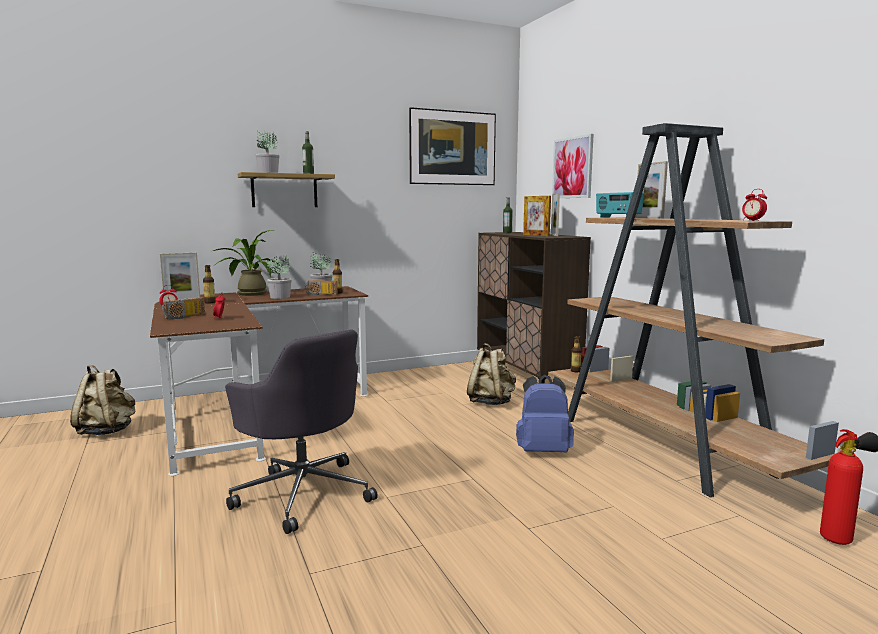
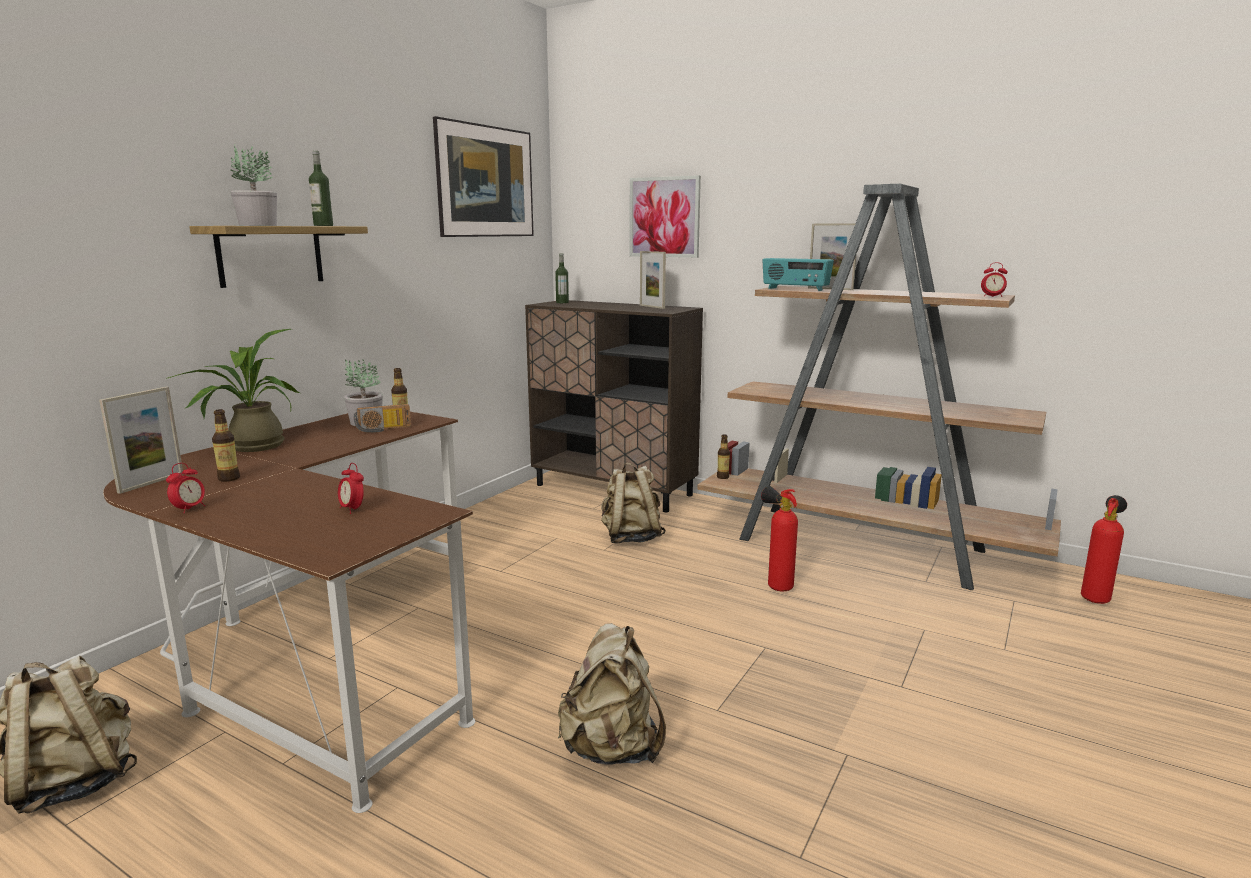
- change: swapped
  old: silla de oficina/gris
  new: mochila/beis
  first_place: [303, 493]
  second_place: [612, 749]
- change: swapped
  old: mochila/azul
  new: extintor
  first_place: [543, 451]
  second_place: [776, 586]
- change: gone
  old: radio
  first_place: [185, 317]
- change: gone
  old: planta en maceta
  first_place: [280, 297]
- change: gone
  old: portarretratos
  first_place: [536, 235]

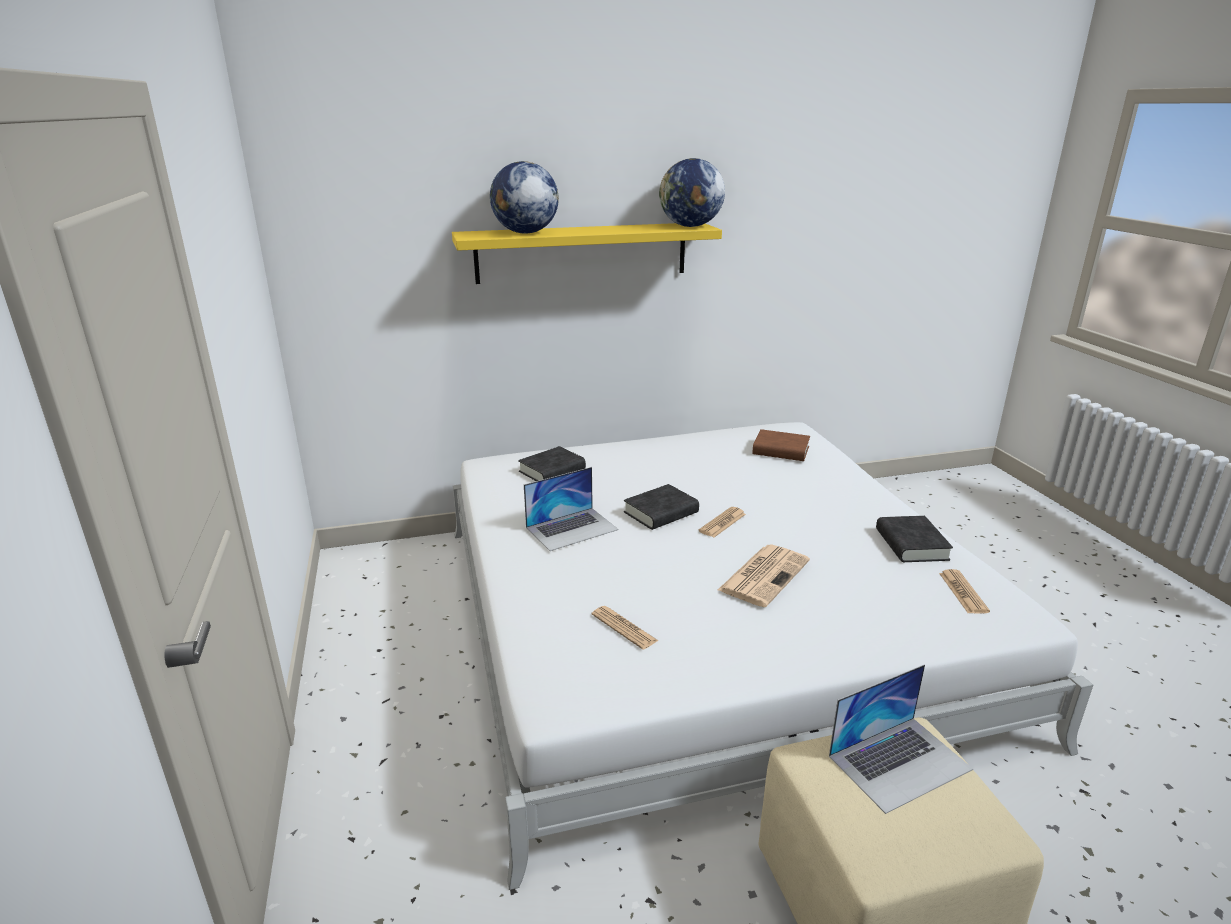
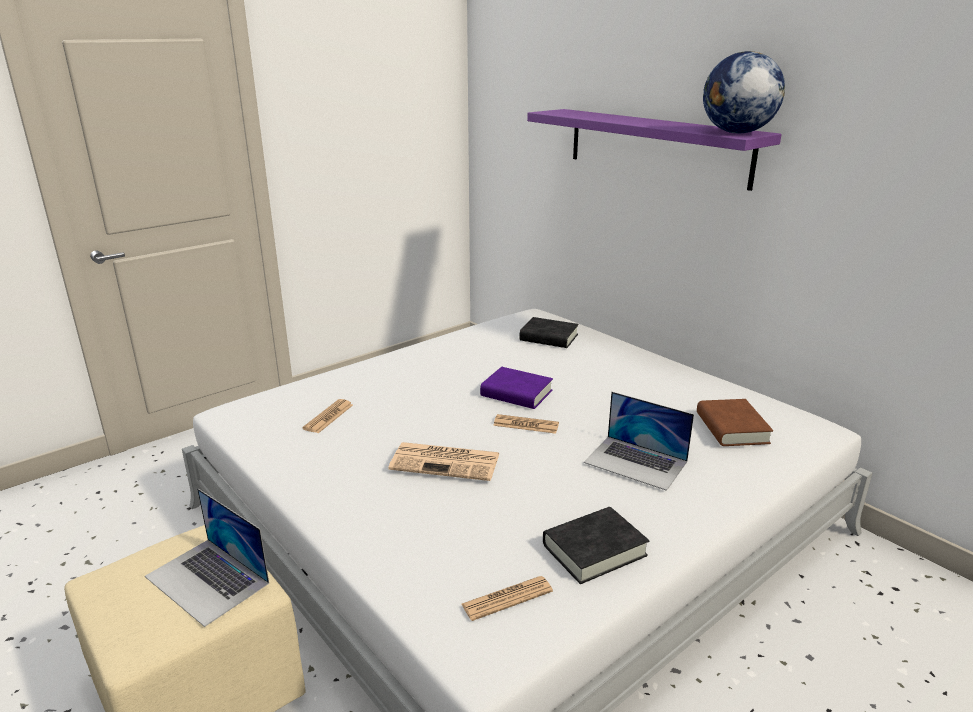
- change: repainted
  old: libro/negro
  new: libro/morado
  first_place: [661, 512]
  second_place: [516, 393]
- change: repainted
  old: estante/amarillo
  new: estante/morado
  first_place: [582, 252]
  second_place: [656, 146]
- change: shifted
  old: portátil
  first_place: [572, 528]
  second_place: [636, 462]
- change: gone
  old: globo terráqueo
  first_place: [525, 233]

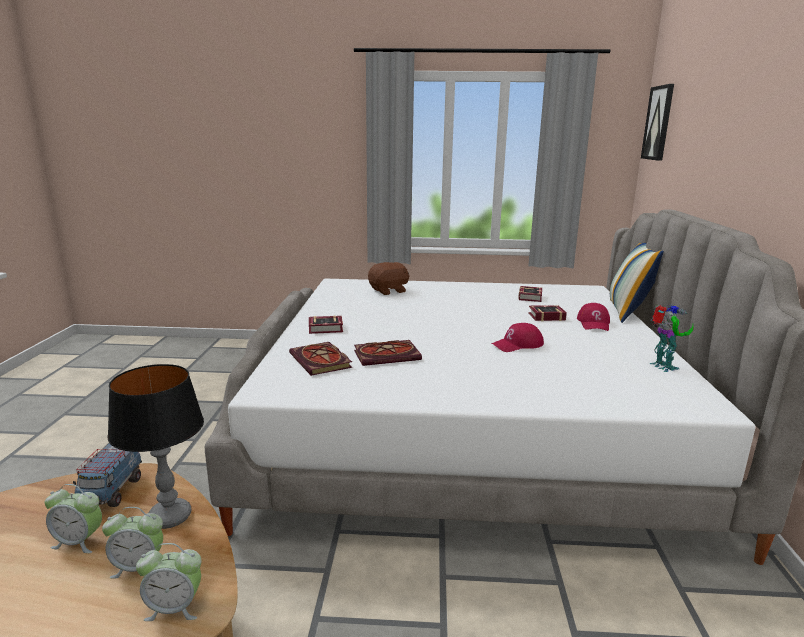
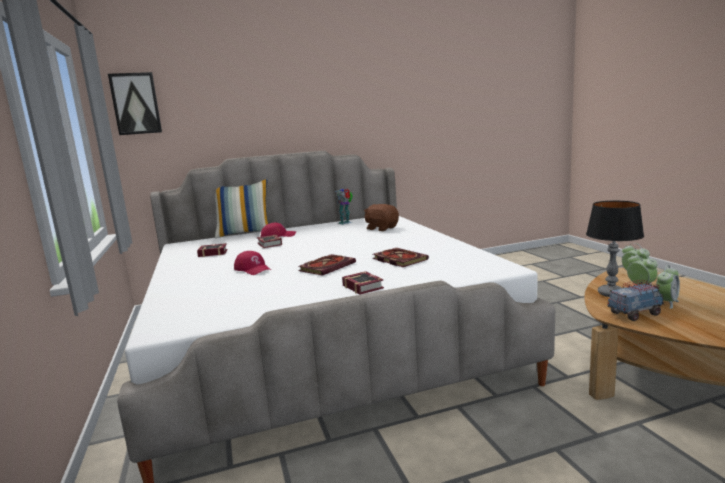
- change: shifted
  old: gorra/rojo
  first_place: [517, 345]
  second_place: [253, 269]
- change: shifted
  old: libro
  first_place: [322, 361]
  second_place: [327, 266]
- change: shifted
  old: peluche/marrón
  first_place: [389, 291]
  second_place: [382, 228]
- change: rotated
  old: despertador
  first_place: [79, 542]
  second_place: [666, 303]
  degrees: 60

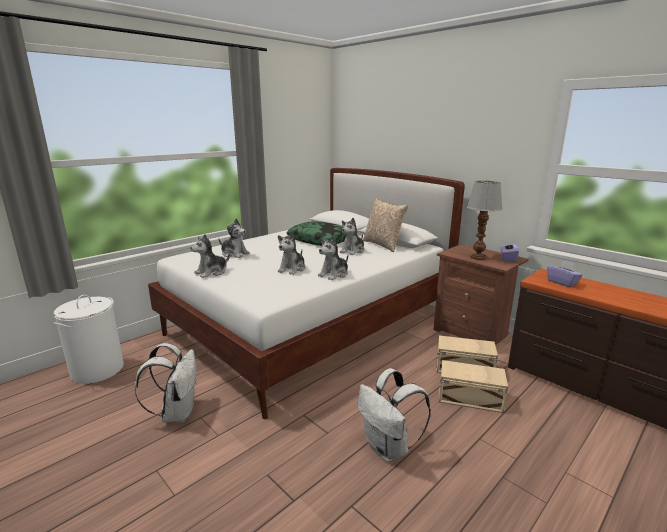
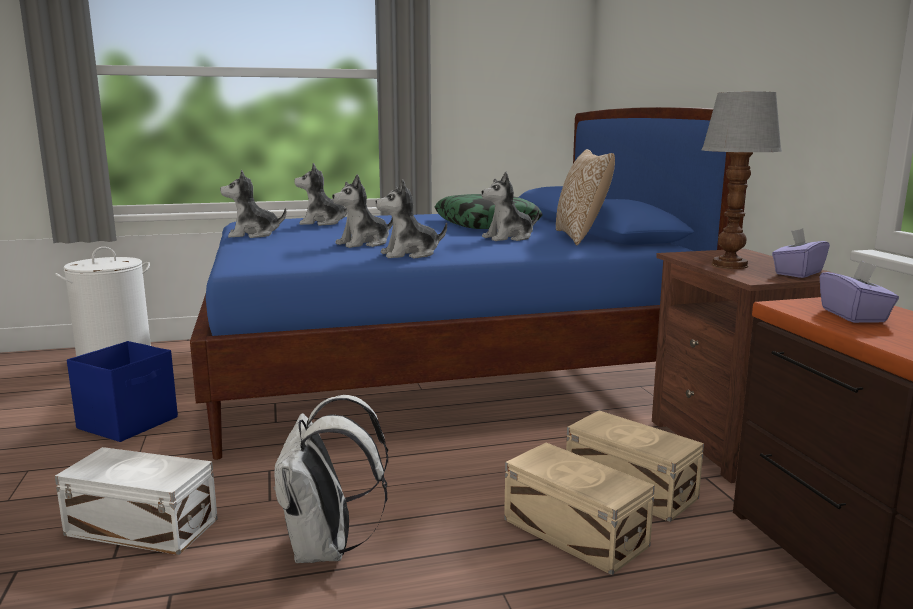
- change: new
  new: caja de almacenaje/blanco
  second_place: [141, 526]
- change: swapped
  old: mochila/blanco
  new: caja de almacenaje/azul
  first_place: [177, 413]
  second_place: [129, 423]
- change: repainted
  old: cama/blanco
  new: cama/azul
  first_place: [311, 324]
  second_place: [442, 370]
- change: rotated
  old: peluche
  first_place: [234, 254]
  second_place: [322, 223]
  degrees: 120

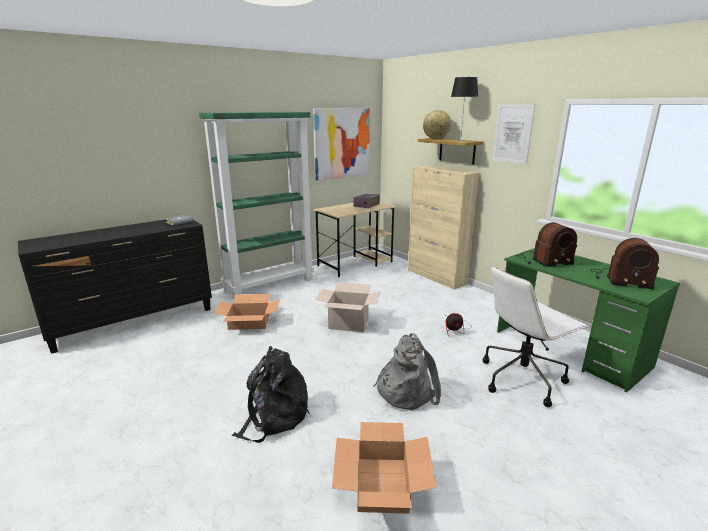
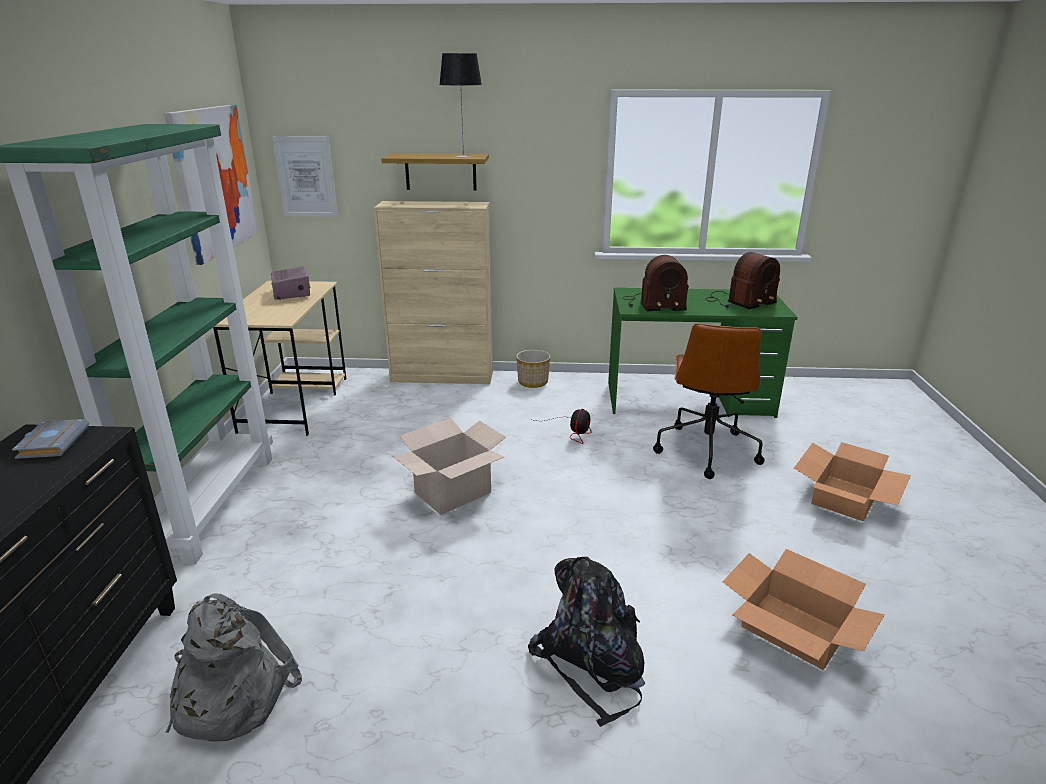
- change: shifted
  old: mochila/gris
  first_place: [406, 390]
  second_place: [230, 694]
- change: shifted
  old: cuadro
  first_place: [512, 133]
  second_place: [306, 177]
- change: new
  new: maceta
  second_place: [532, 382]
- change: rotated
  old: radio
  first_place: [542, 260]
  second_place: [653, 304]
  degrees: 60
- change: repainted
  old: silla de oficina/blanco
  new: silla de oficina/marrón
  first_place: [522, 378]
  second_place: [706, 450]
- change: shifted
  old: caja de cartón
  first_place: [249, 322]
  second_place: [845, 497]
- change: gone
  old: globo terráqueo
  first_place: [436, 139]

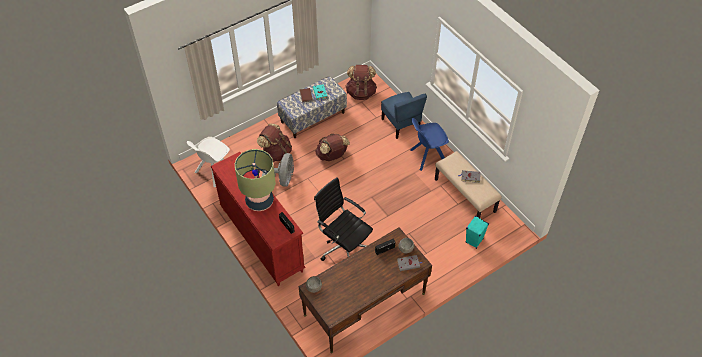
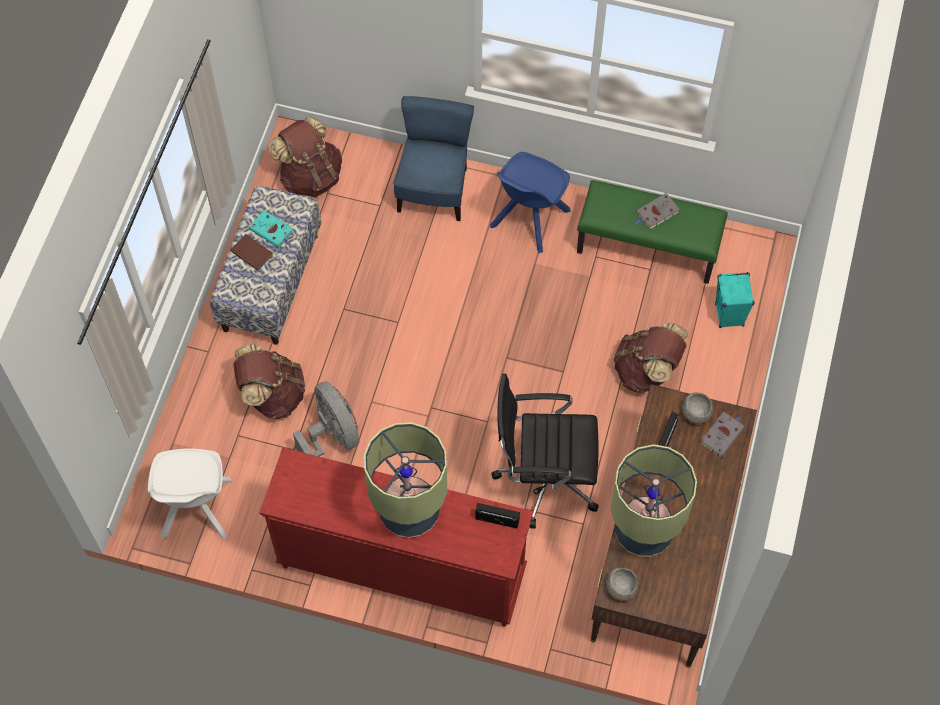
- change: rotated
  old: silla/azul
  first_place: [401, 124]
  second_place: [434, 190]
  degrees: -105
- change: repainted
  old: banco/beis
  new: banco/verde
  first_place: [465, 195]
  second_place: [648, 246]
- change: new
  new: lámpara de mesa
  second_place: [644, 531]
- change: shifted
  old: mochila/marrón
  first_place: [332, 156]
  second_place: [647, 371]

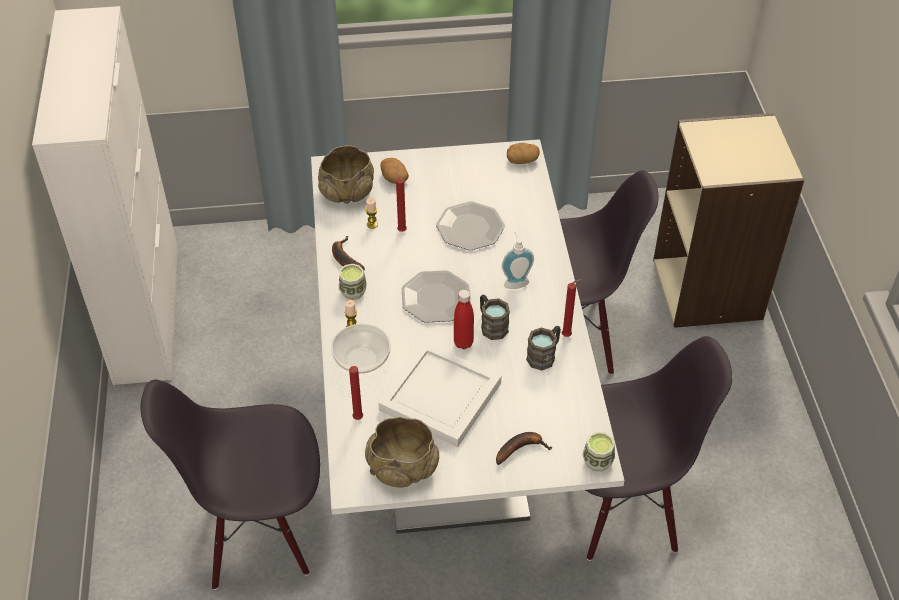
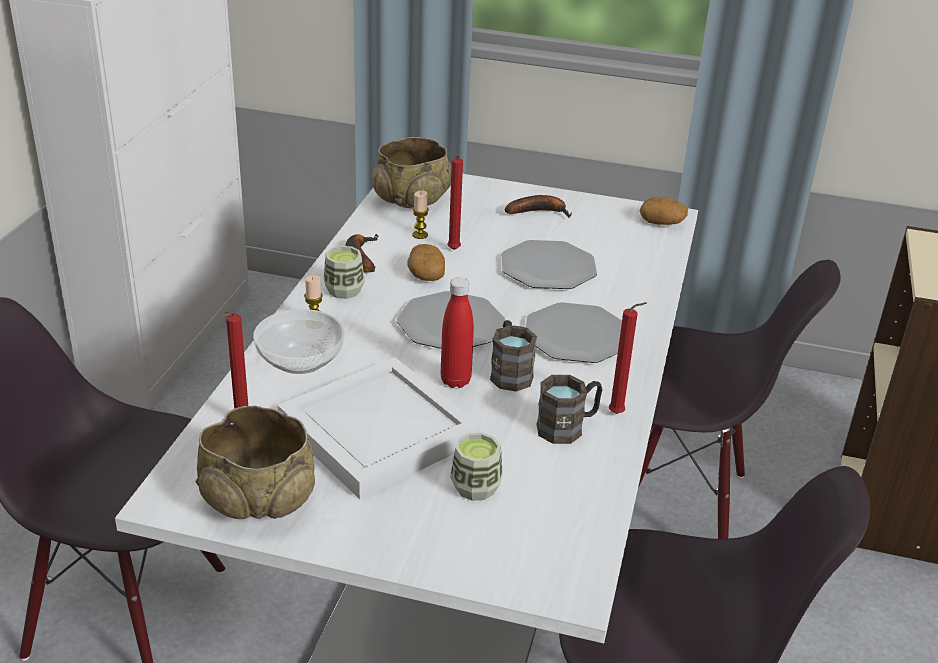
- change: shifted
  old: patata
  first_place: [394, 177]
  second_place: [425, 274]
- change: shifted
  old: taza
  first_place: [597, 461]
  second_place: [475, 487]
- change: shifted
  old: plátano
  first_place: [521, 448]
  second_place: [539, 211]
- change: swapped
  old: dispensador de jabón
  new: plato
  first_place: [515, 282]
  second_place: [576, 336]

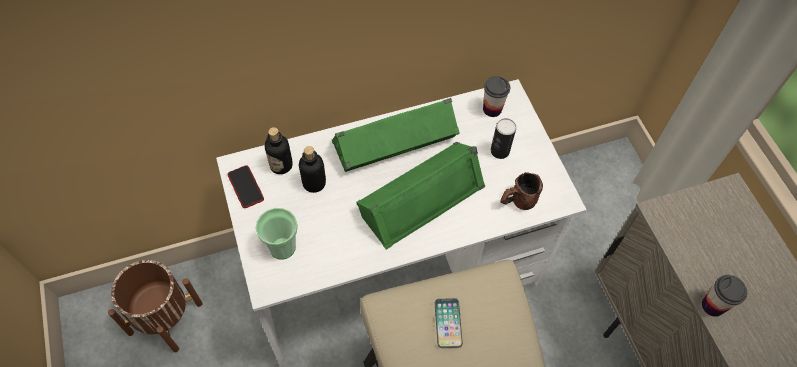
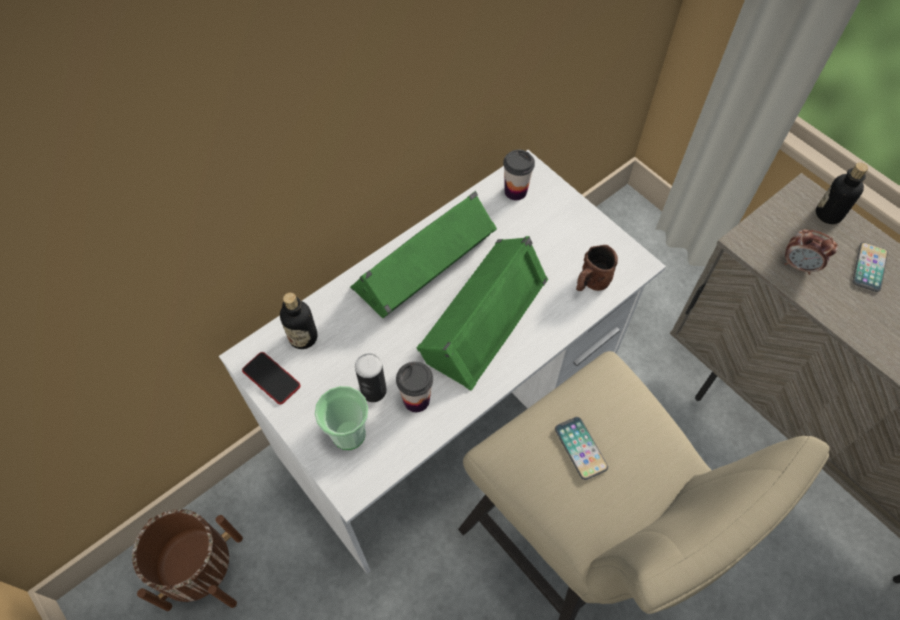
- change: shifted
  old: lata
  first_place: [500, 151]
  second_place: [373, 390]
- change: shifted
  old: taza
  first_place: [713, 305]
  second_place: [416, 400]
- change: new
  new: despertador
  second_place: [799, 265]
- change: shifted
  old: botella
  first_place: [314, 183]
  second_place: [828, 214]
- change: new
  new: móvil
  second_place: [869, 267]

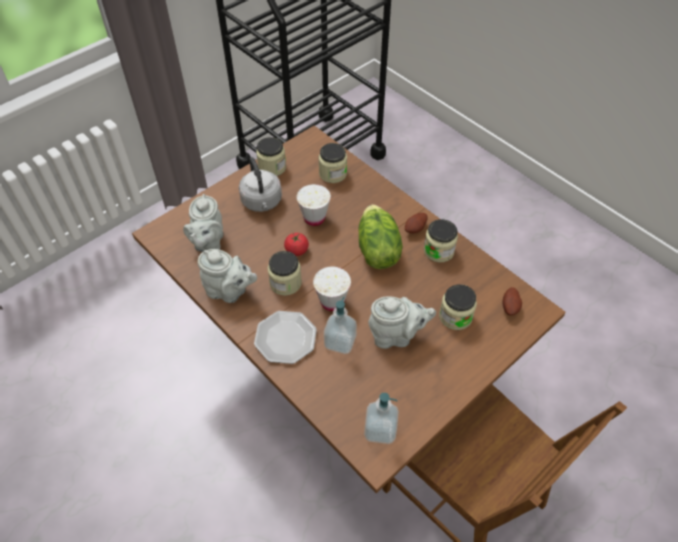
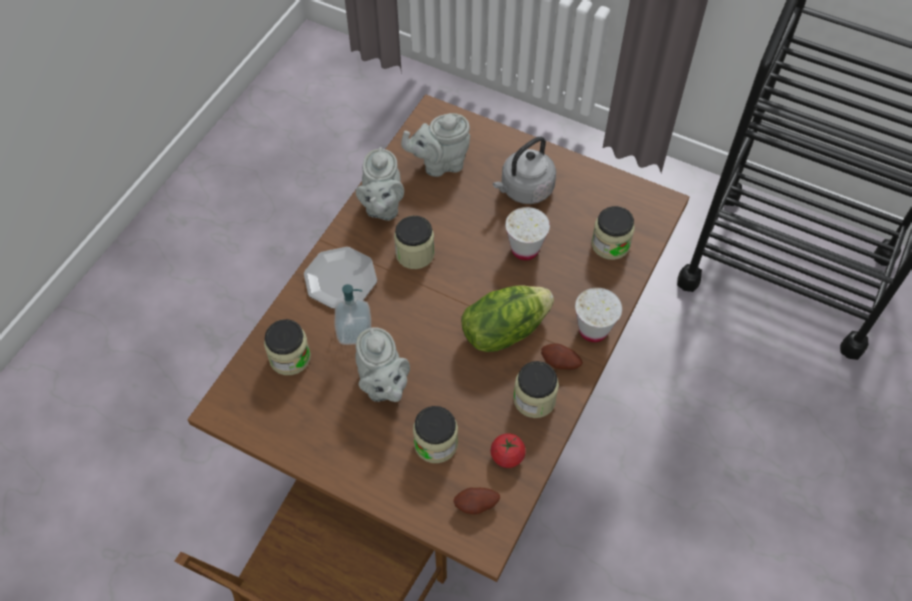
- change: shifted
  old: tarro
  first_place: [272, 167]
  second_place: [290, 358]
- change: shifted
  old: tomate
  first_place: [296, 250]
  second_place: [507, 456]
- change: shifted
  old: taza/blanco
  first_place: [332, 302]
  second_place: [593, 330]
- change: gone
  old: dispensador de jabón
  first_place: [380, 430]

